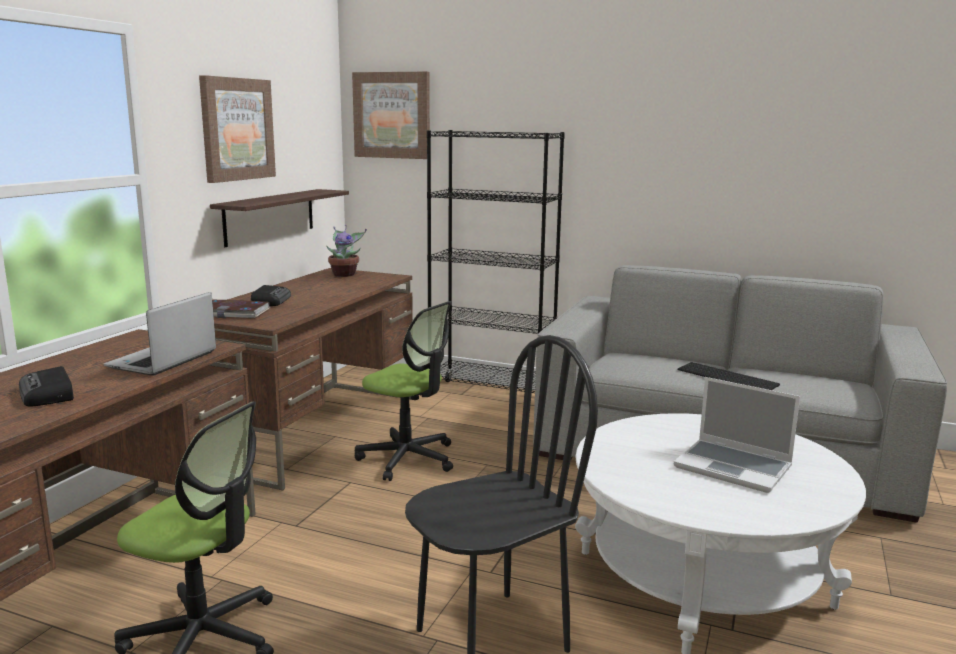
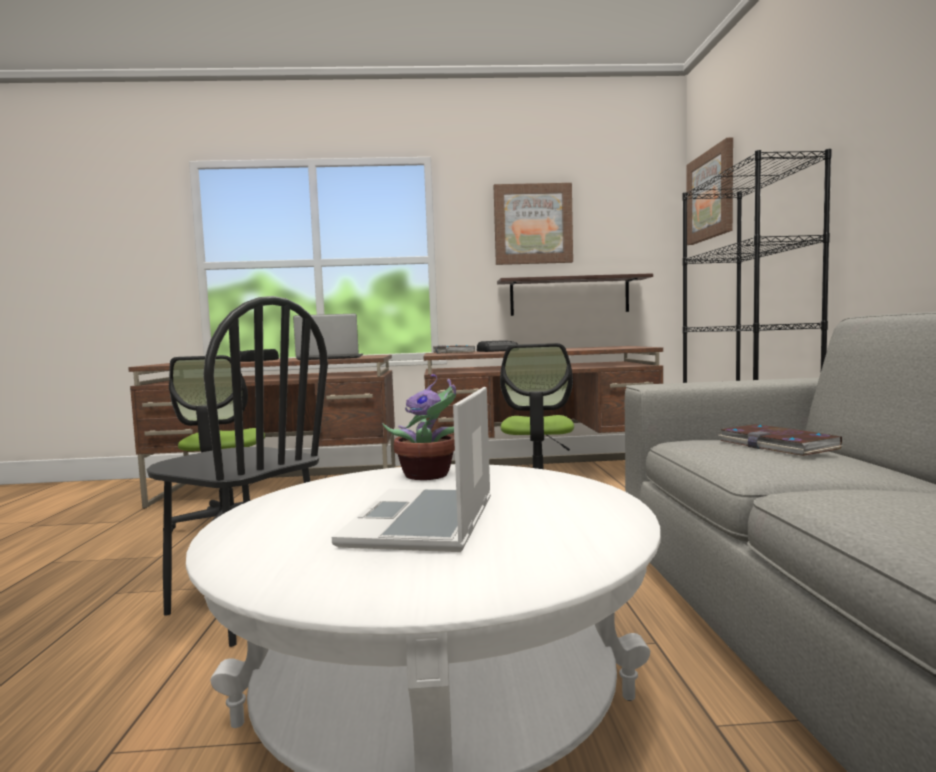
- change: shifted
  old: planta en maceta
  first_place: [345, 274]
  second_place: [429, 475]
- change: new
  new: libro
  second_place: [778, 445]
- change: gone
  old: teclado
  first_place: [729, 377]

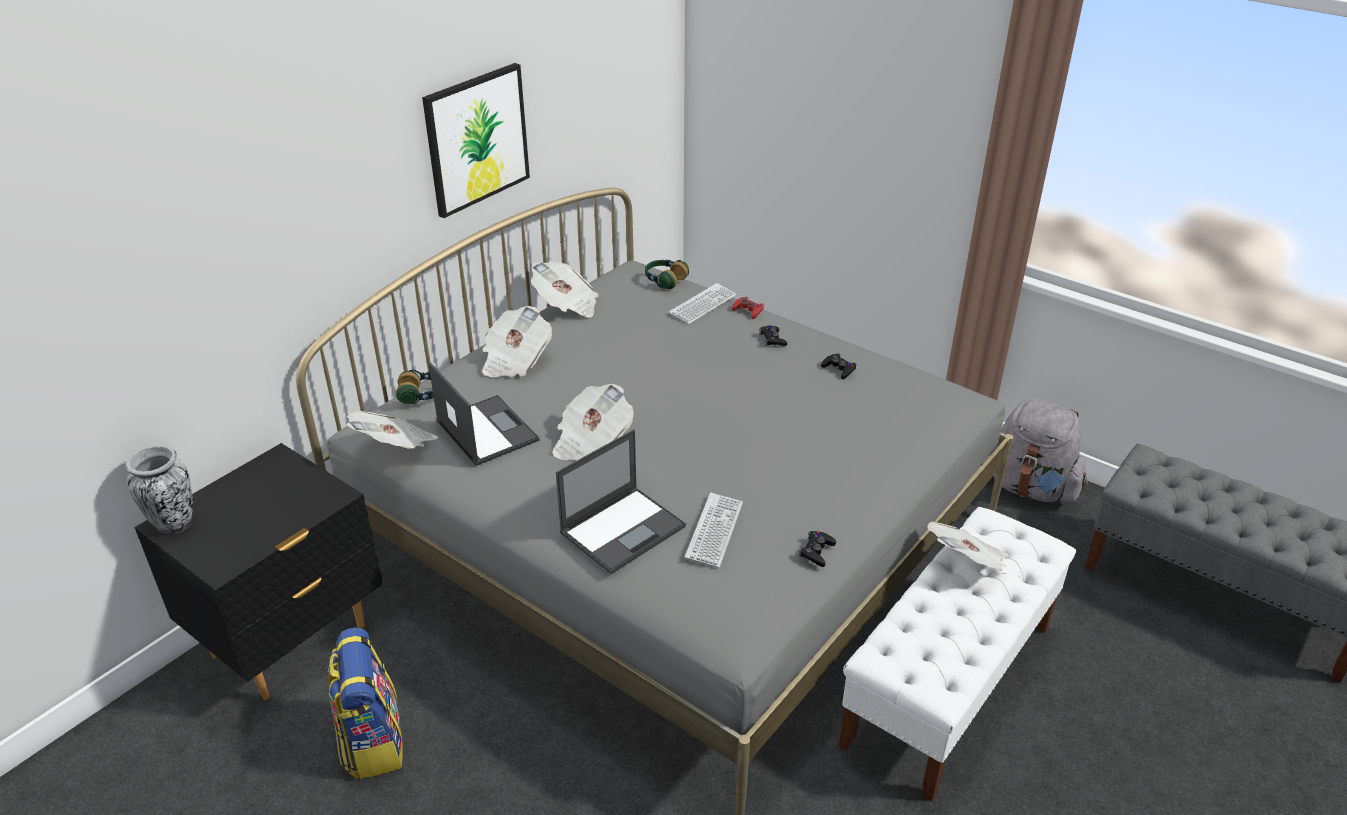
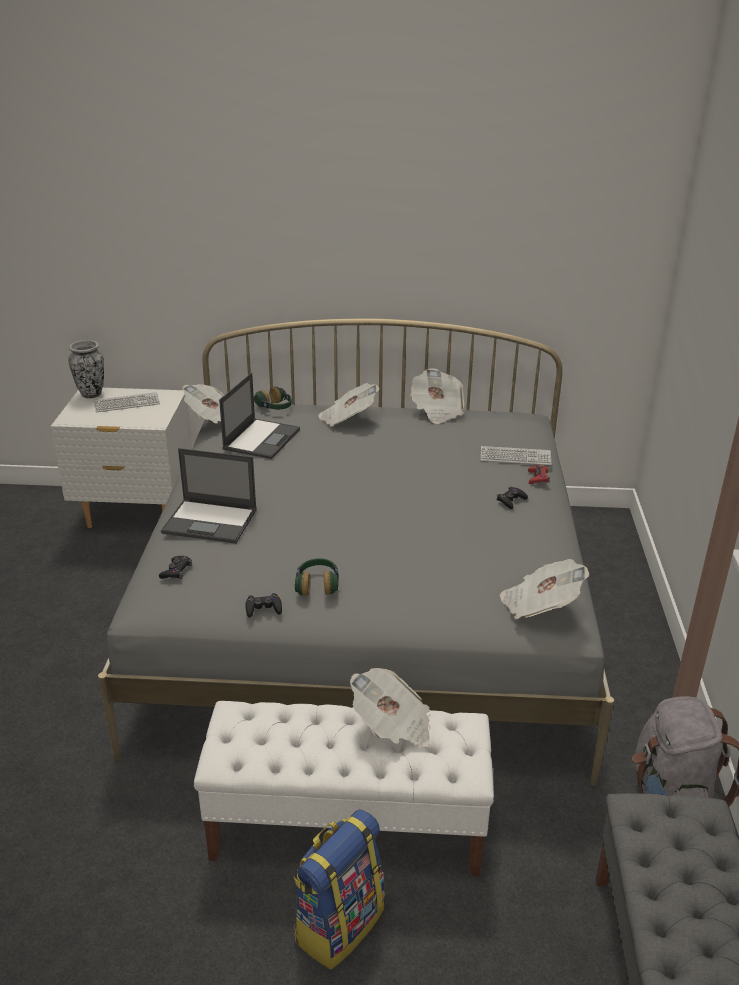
- change: repainted
  old: mesita de noche/negro
  new: mesita de noche/blanco
  first_place: [291, 641]
  second_place: [136, 514]
- change: shifted
  old: teclado
  first_place: [714, 531]
  second_place: [127, 403]
- change: shifted
  old: mando de consola/negro
  first_place: [839, 369]
  second_place: [176, 571]
- change: shifted
  old: mochila
  first_place: [372, 741]
  second_place: [338, 924]
- change: shifted
  old: auriculares
  first_place: [664, 280]
  second_place: [317, 585]
- change: shifted
  old: periódico
  first_place: [591, 442]
  second_place: [540, 606]
- change: gone
  old: cuadro
  first_place: [476, 139]

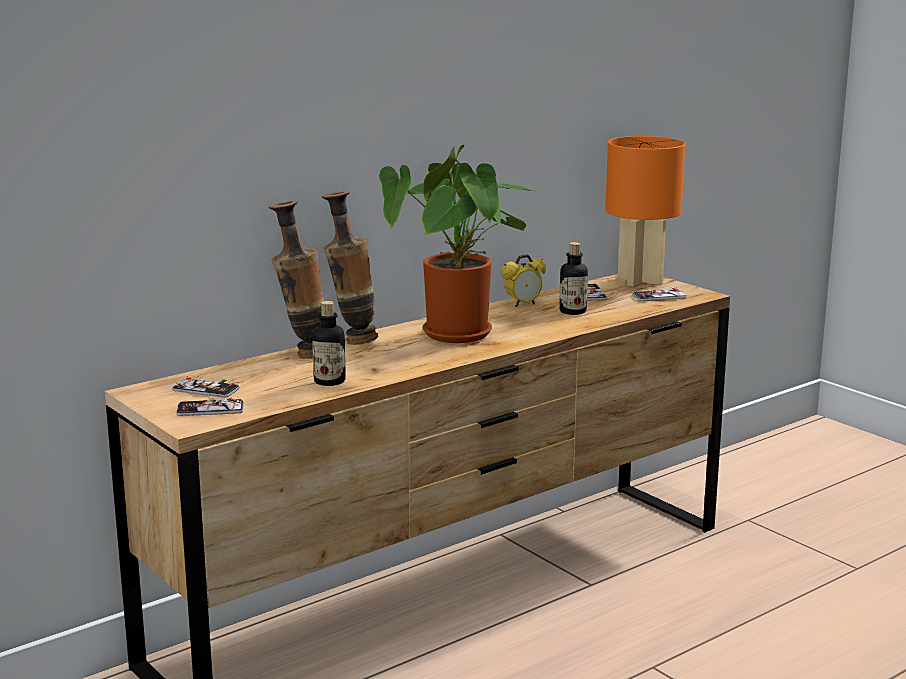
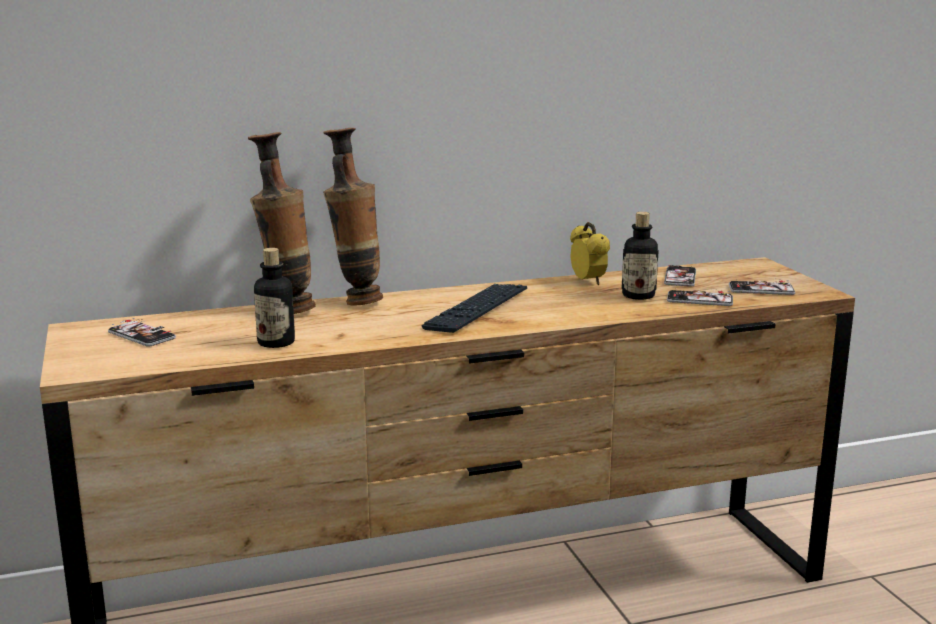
- change: swapped
  old: planta en maceta
  new: teclado
  first_place: [459, 337]
  second_place: [476, 310]
- change: rotated
  old: despertador
  first_place: [523, 304]
  second_place: [588, 282]
  degrees: -105
- change: shifted
  old: móvil
  first_place: [210, 409]
  second_place: [699, 300]
- change: gone
  old: lámpara de mesa/naranja
  first_place: [639, 280]

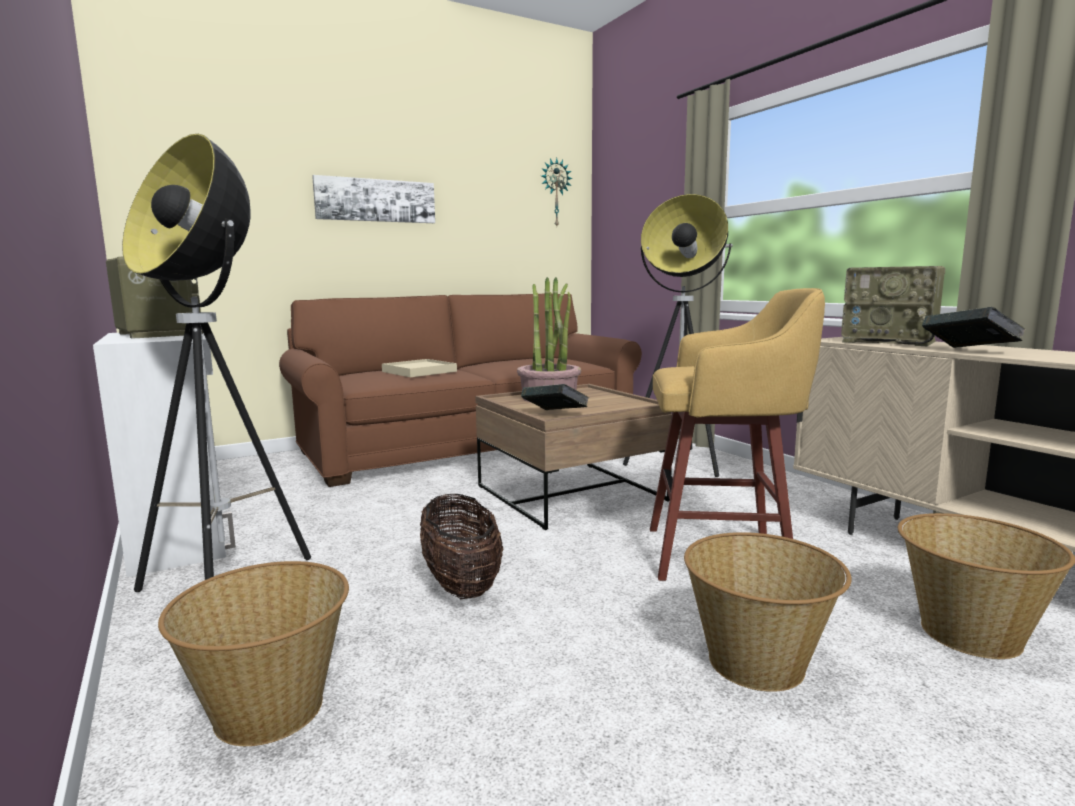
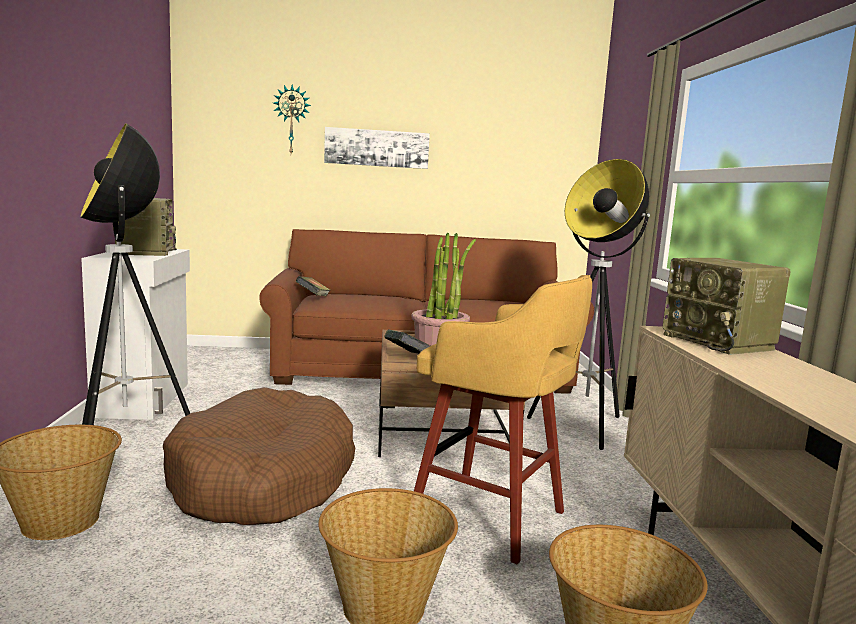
- change: swapped
  old: cesta
  new: cama para perro/marrón
  first_place: [461, 584]
  second_place: [263, 480]
- change: shifted
  old: reloj de pared
  first_place: [555, 193]
  second_place: [292, 120]
- change: shifted
  old: libro
  first_place: [969, 351]
  second_place: [313, 298]
- change: gone
  old: bandeja/beis
  first_place: [419, 371]

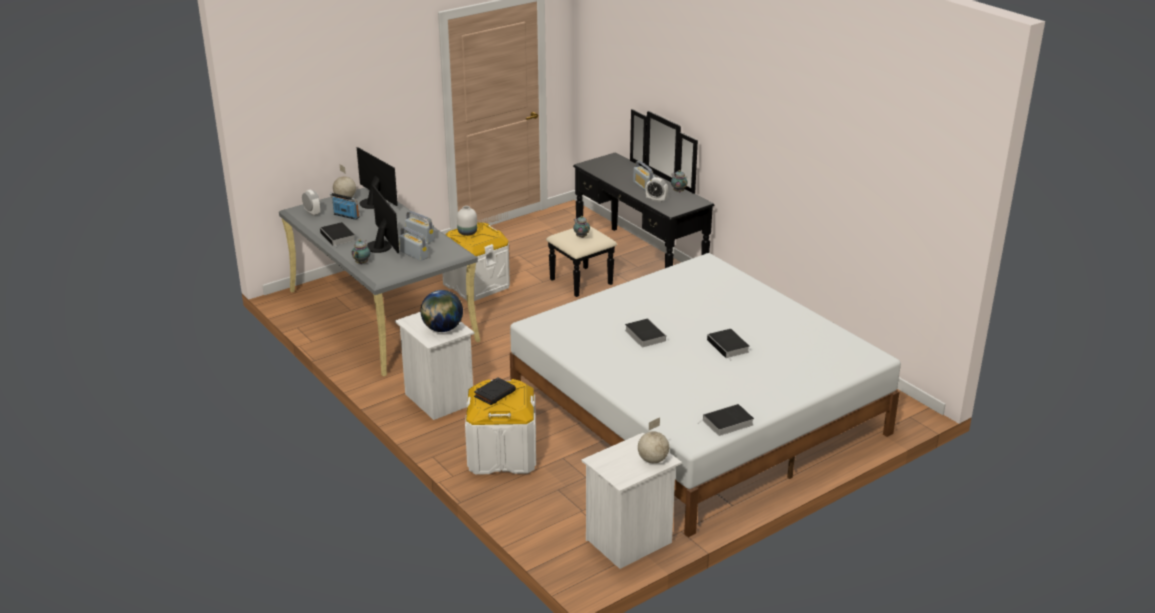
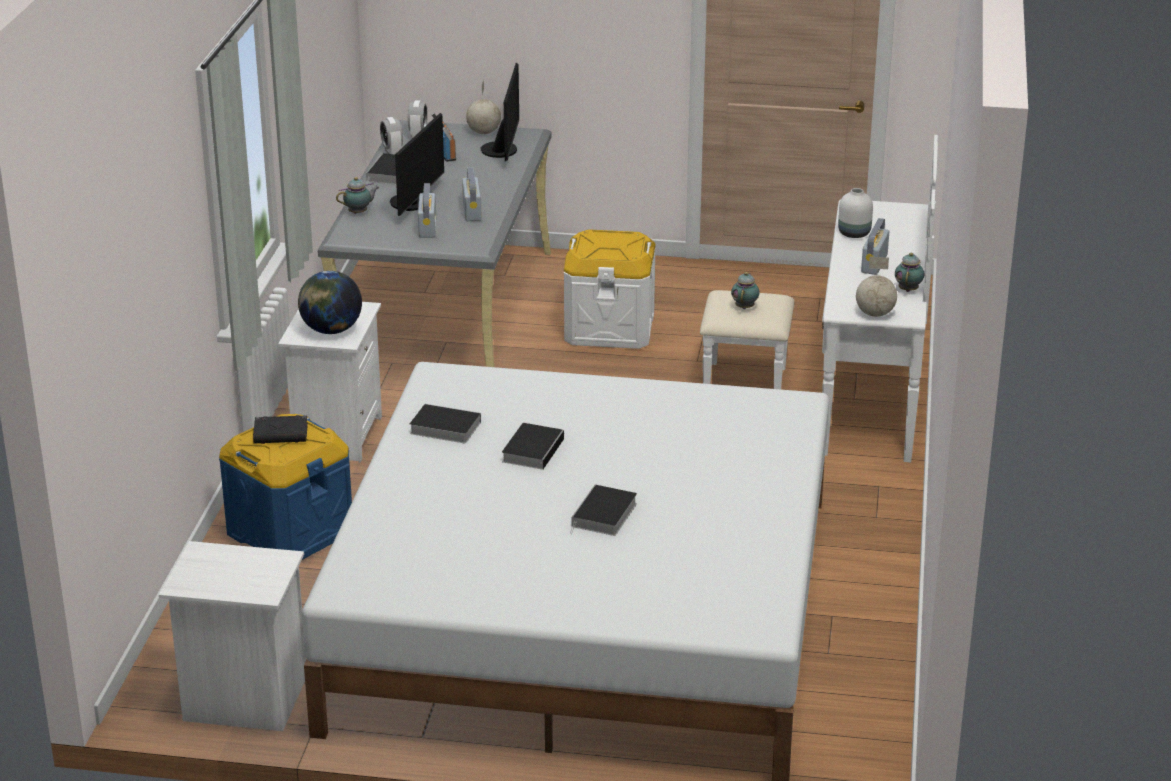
- change: repainted
  old: caja de almacenaje/blanco
  new: caja de almacenaje/azul
  first_place: [502, 455]
  second_place: [290, 532]
- change: shifted
  old: despertador
  first_place: [656, 200]
  second_place: [392, 152]
- change: shifted
  old: libro
  first_place: [727, 423]
  second_place: [443, 428]
- change: repainted
  old: cómoda/negro
  new: cómoda/blanco
  first_place: [626, 266]
  second_place: [841, 390]
- change: shifted
  old: florero/blanco
  first_place: [467, 233]
  second_place: [853, 233]
- change: shifted
  old: globo terráqueo
  first_place: [652, 460]
  second_place: [874, 314]

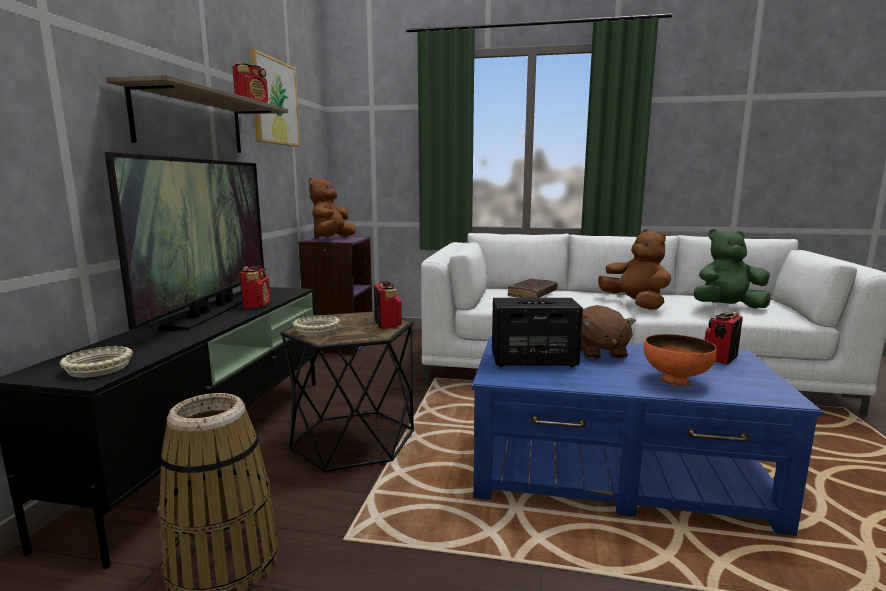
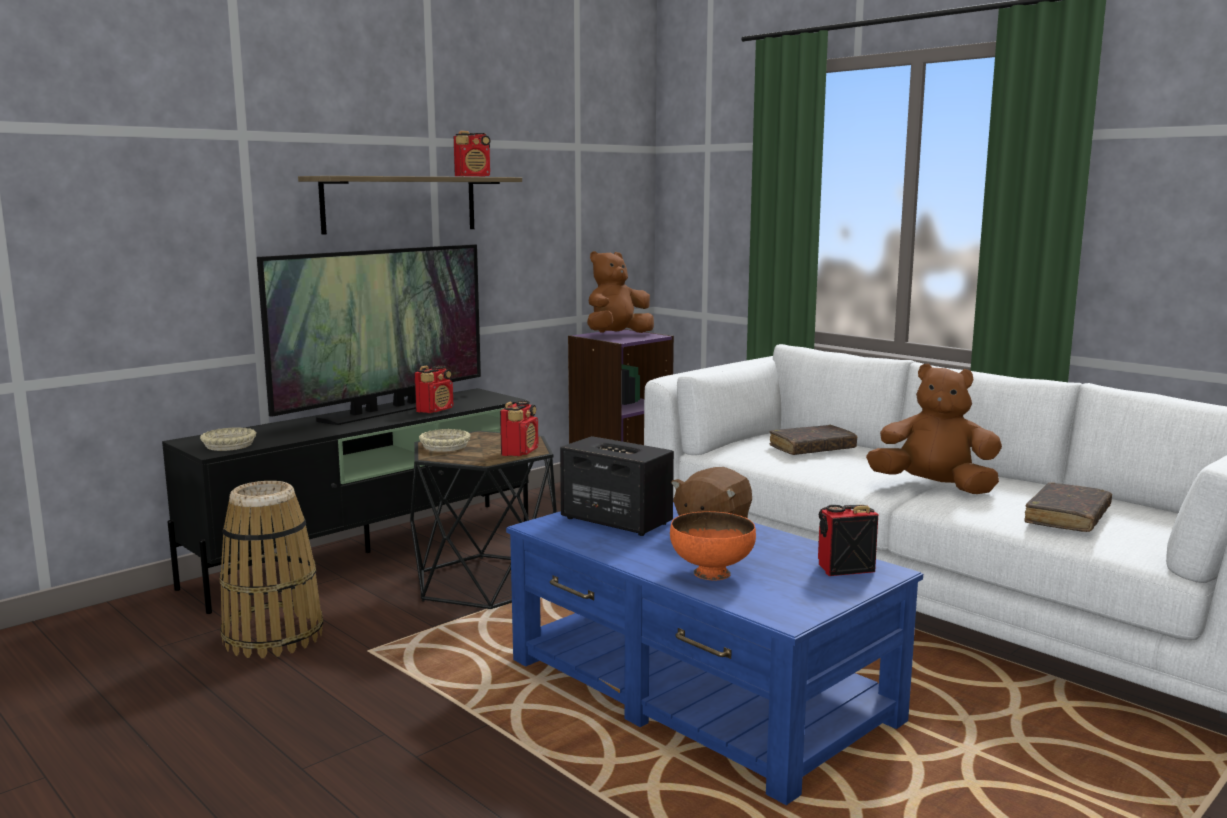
- change: rotated
  old: peluche/marrón
  first_place: [635, 304]
  second_place: [934, 487]
  degrees: -75
- change: swapped
  old: peluche/verde
  new: libro/marrón
  first_place: [727, 307]
  second_place: [1067, 518]
- change: gone
  old: cuadro
  first_place: [274, 102]

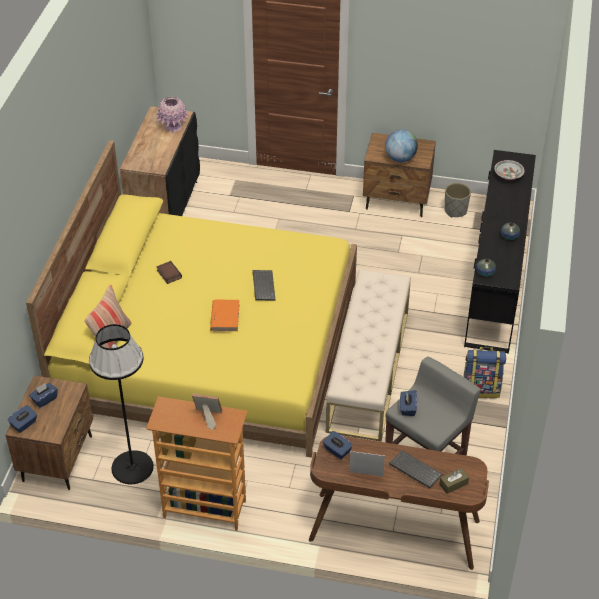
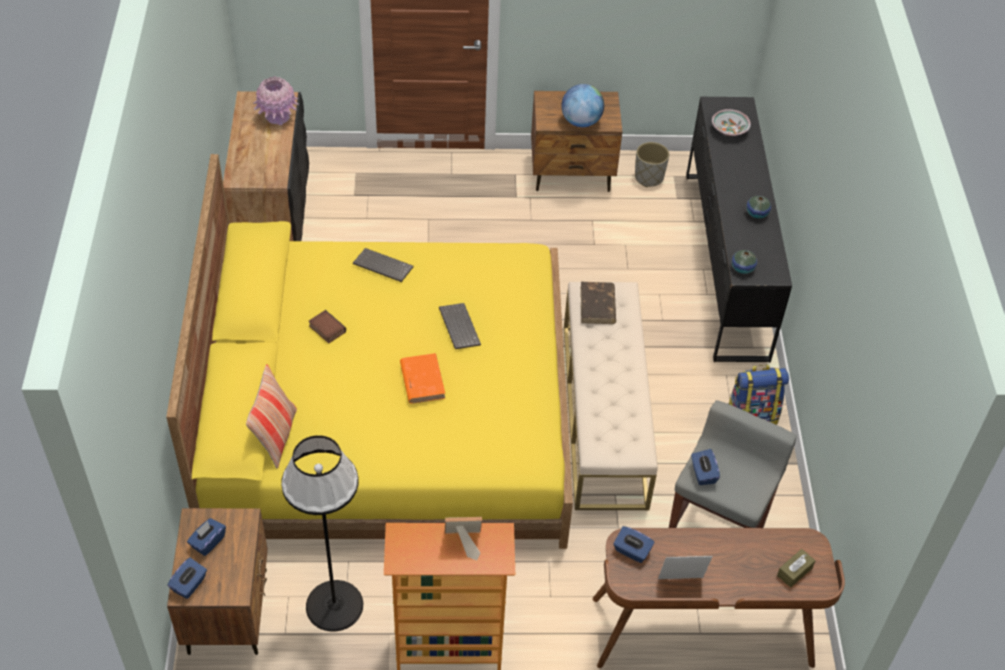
- change: shifted
  old: teclado
  first_place: [414, 470]
  second_place: [381, 266]
- change: new
  new: libro/marrón
  second_place: [597, 305]

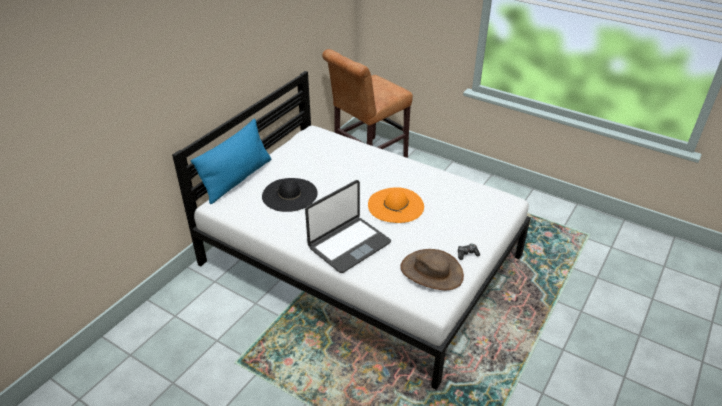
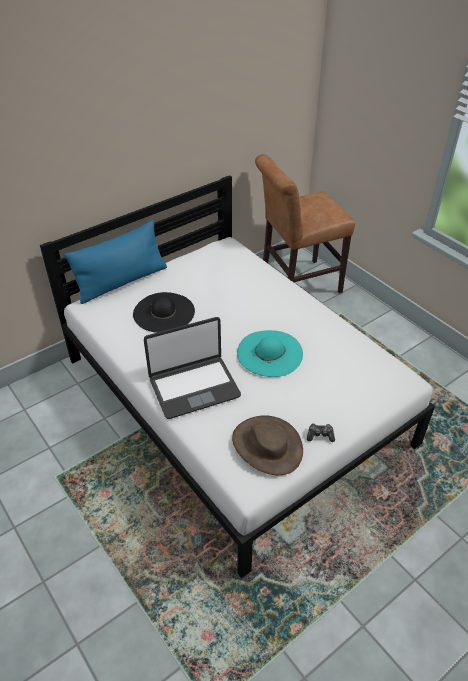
- change: repainted
  old: sombrero/naranja
  new: sombrero/turquesa
  first_place: [395, 205]
  second_place: [269, 353]

